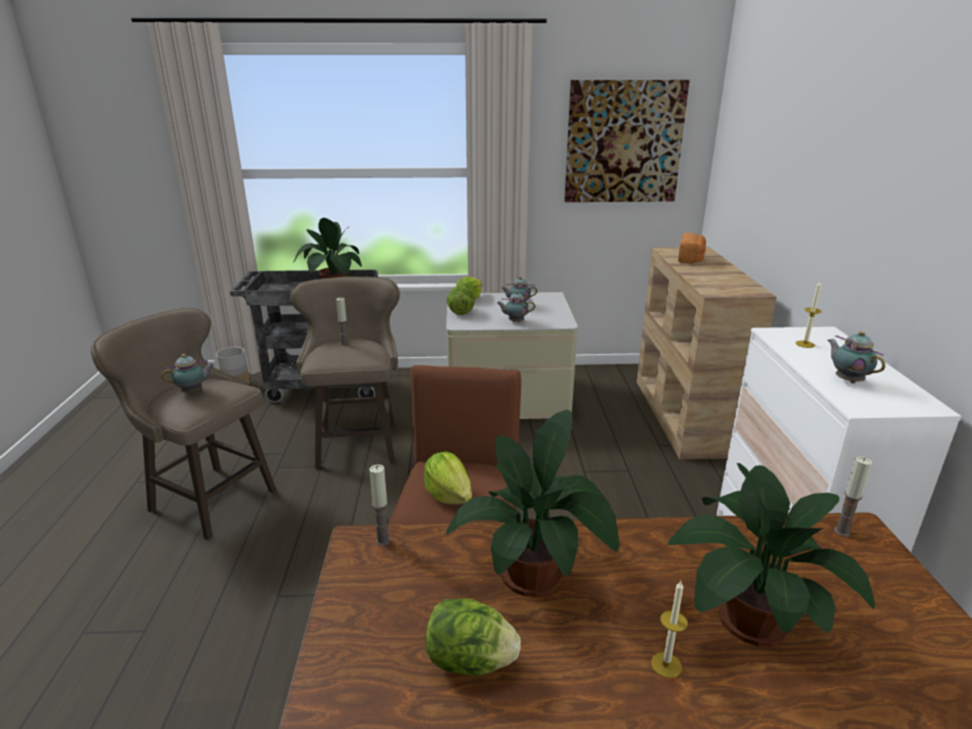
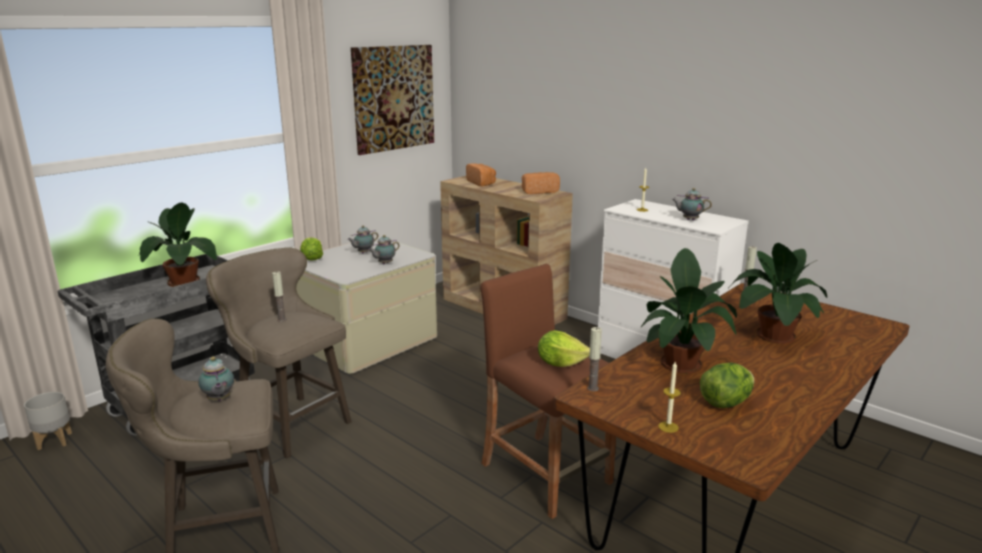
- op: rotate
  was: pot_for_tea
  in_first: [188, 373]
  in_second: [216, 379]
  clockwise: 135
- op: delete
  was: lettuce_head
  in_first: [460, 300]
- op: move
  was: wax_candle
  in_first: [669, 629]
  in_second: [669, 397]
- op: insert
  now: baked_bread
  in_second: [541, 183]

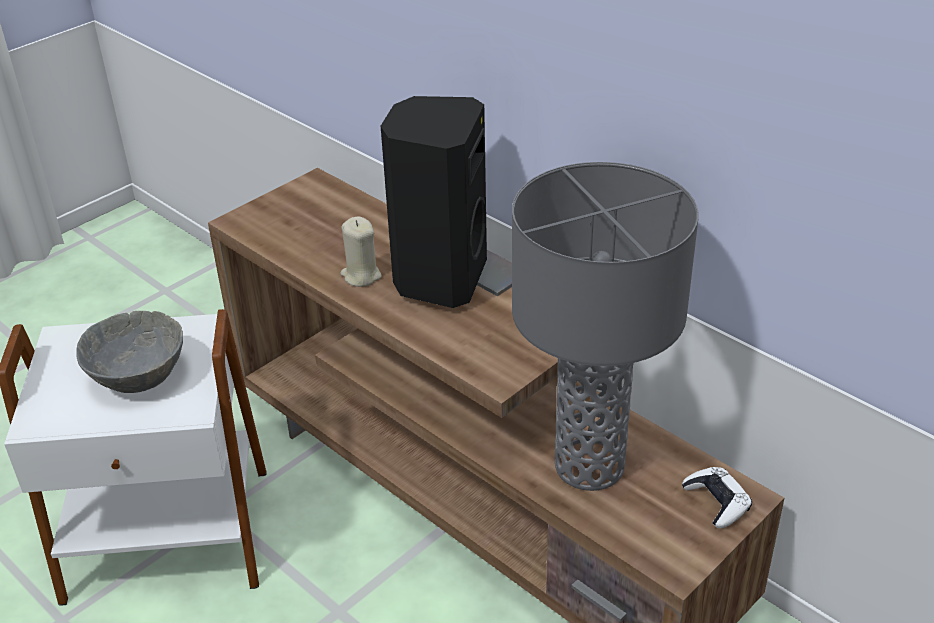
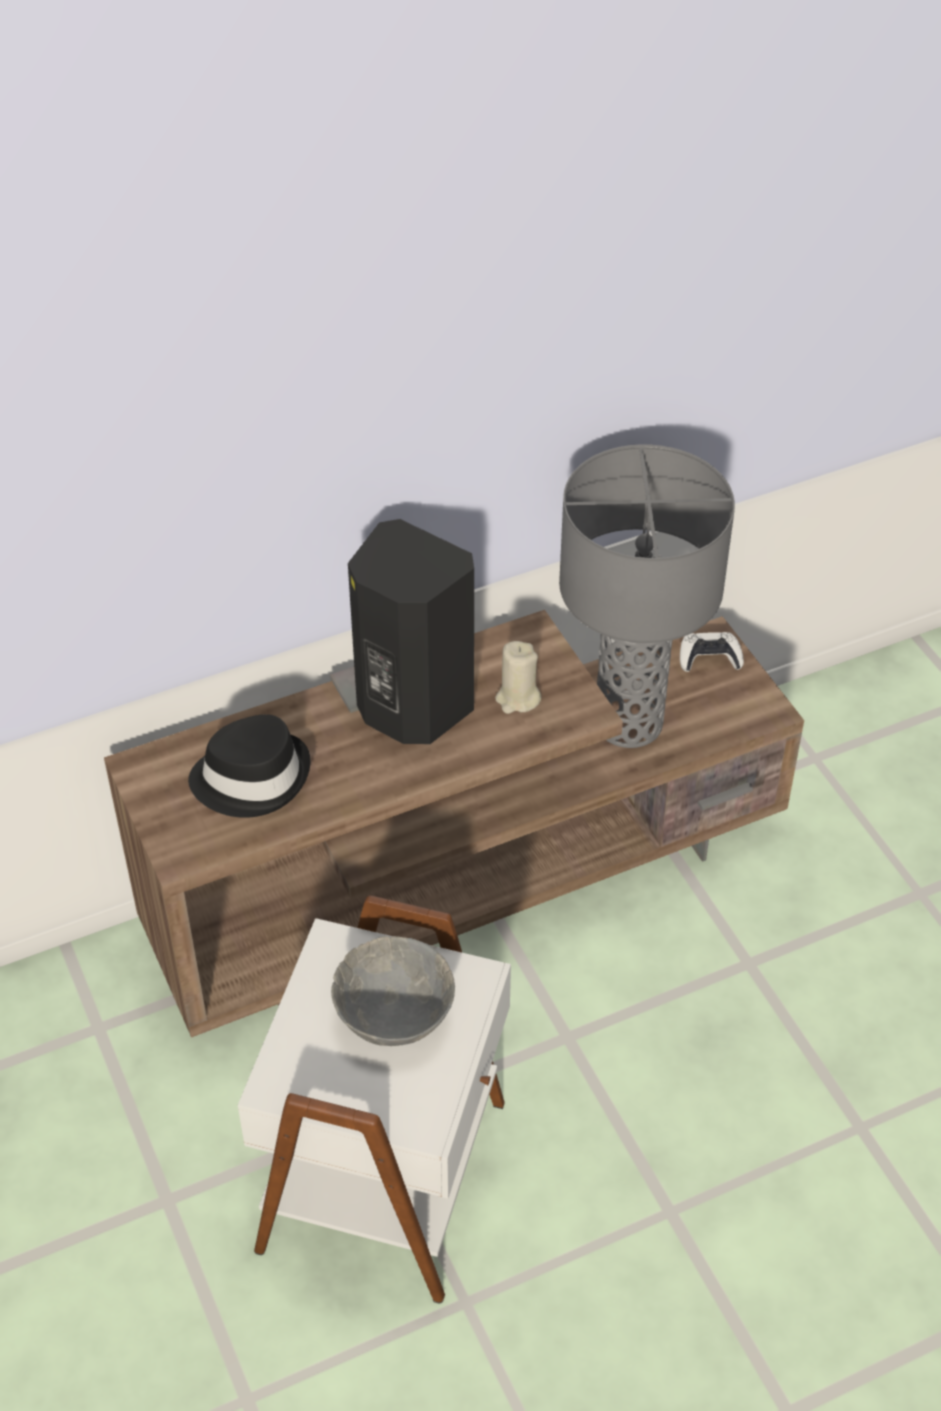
- op: move
  was: beige-coloured_wax_candle
  in_first: [361, 251]
  in_second: [518, 677]
- op: insert
  now: blackish_wearable_hat
  in_second: [249, 766]

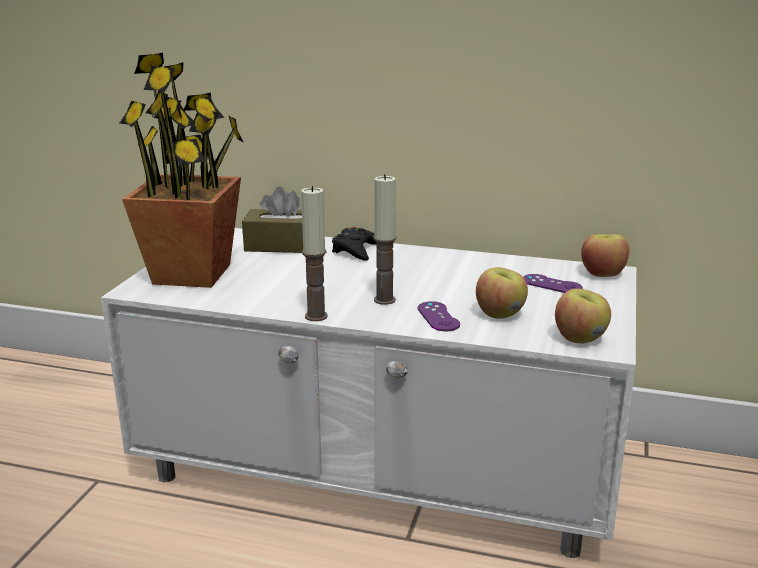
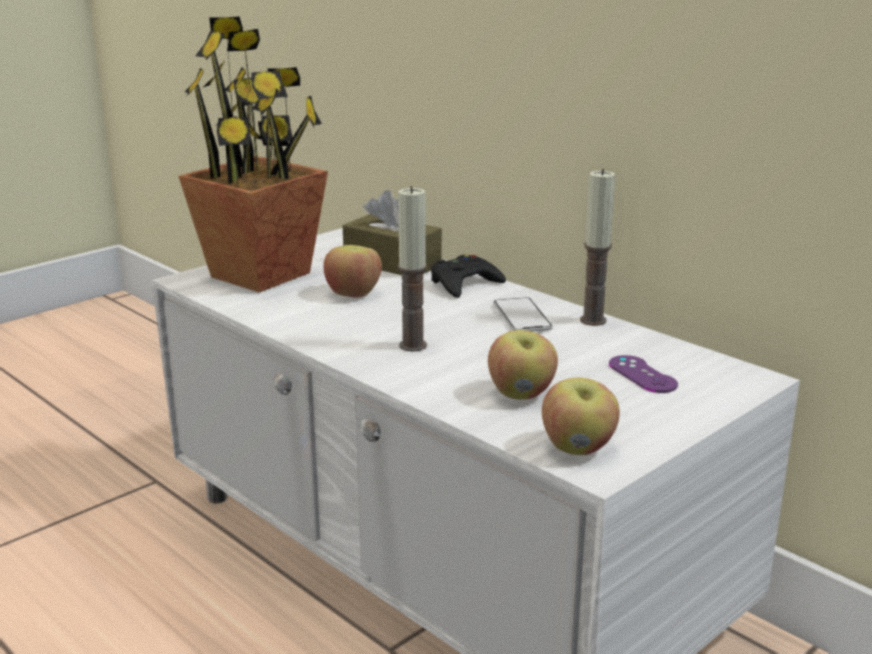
- op: move
  was: wax_candle
  in_first: [314, 253]
  in_second: [597, 247]
- op: delete
  was: purplish_joypad
  in_first: [439, 316]
- op: move
  was: apple
  in_first: [605, 255]
  in_second: [353, 271]
- op: insert
  now: telephone
  in_second: [523, 314]

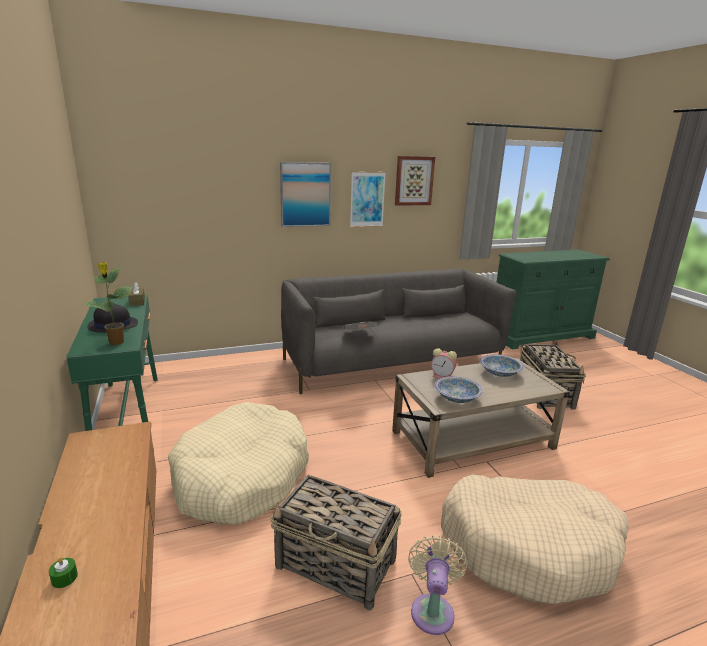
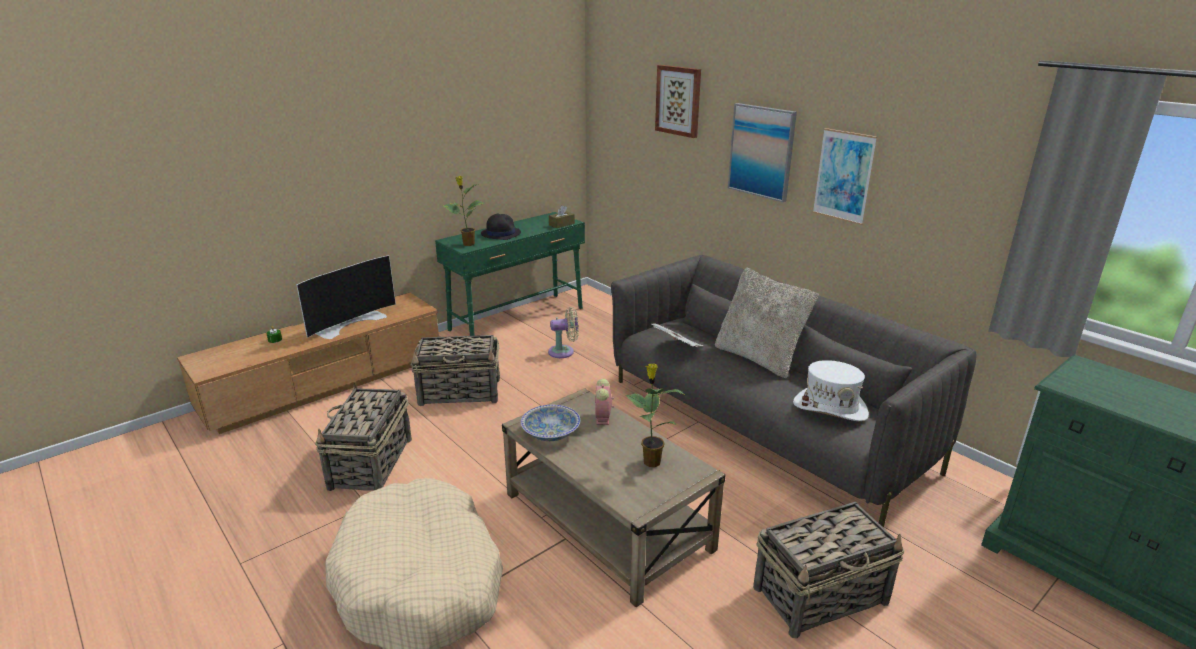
- op: replace
  was: beige-coloured_dog_bed
  now: household_basket
  in_first: [238, 463]
  in_second: [455, 370]
- op: move
  was: wall_art
  in_first: [415, 181]
  in_second: [678, 101]
- op: move
  was: beige-coloured_cooling_fan
  in_first: [438, 585]
  in_second: [563, 332]
- op: replace
  was: serving_bowl
  now: plant_in_a_pot
  in_first: [502, 365]
  in_second: [655, 415]
- op: insert
  now: TV
  in_second: [346, 297]
- op: insert
  now: beige-coloured_throw_pillow
  in_second: [766, 323]
- op: insert
  now: whitish_wearable_hat
  in_second: [831, 390]

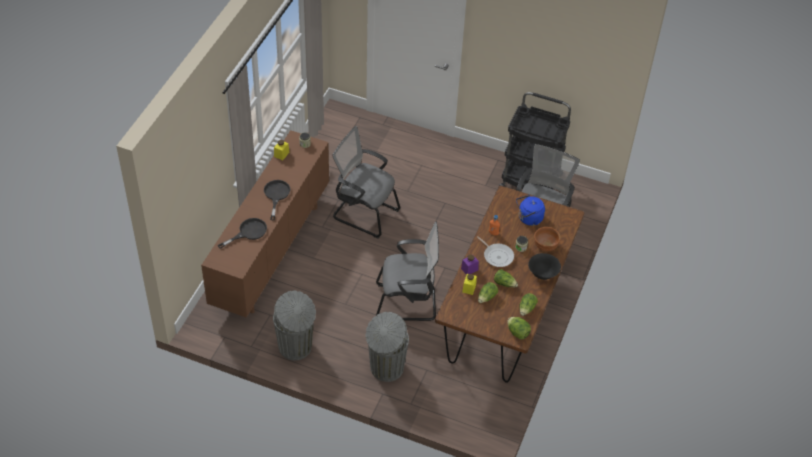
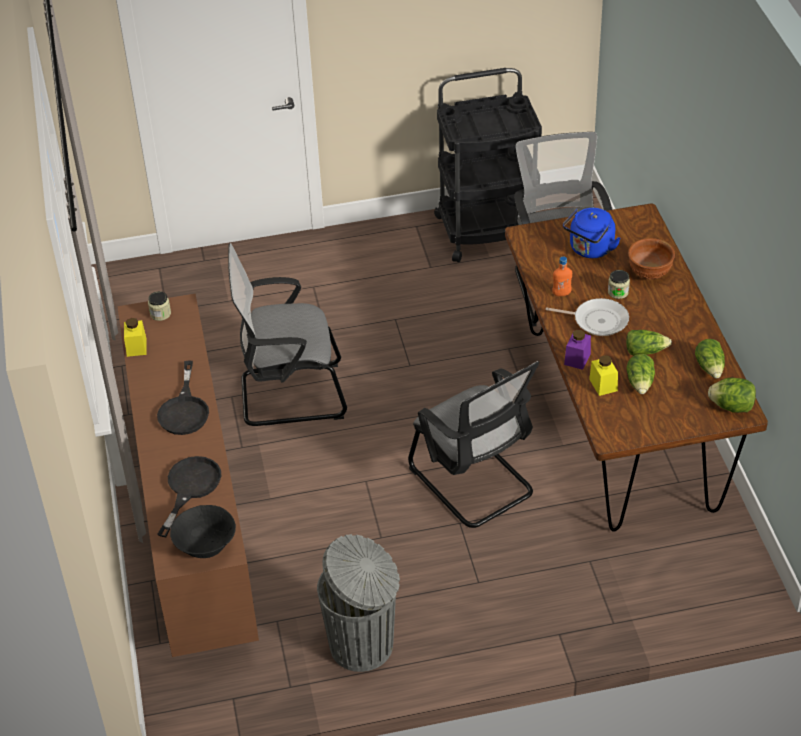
- op: rotate
  was: blackish_skillet
  in_first: [277, 200]
  in_second: [183, 398]
  clockwise: -150
- op: delete
  was: grey_waste_bin
  in_first: [387, 347]
- op: rotate
  was: chair
  in_first: [407, 271]
  in_second: [473, 444]
  clockwise: 90
- op: move
  was: blackish_serving_bowl
  in_first: [544, 266]
  in_second: [203, 531]

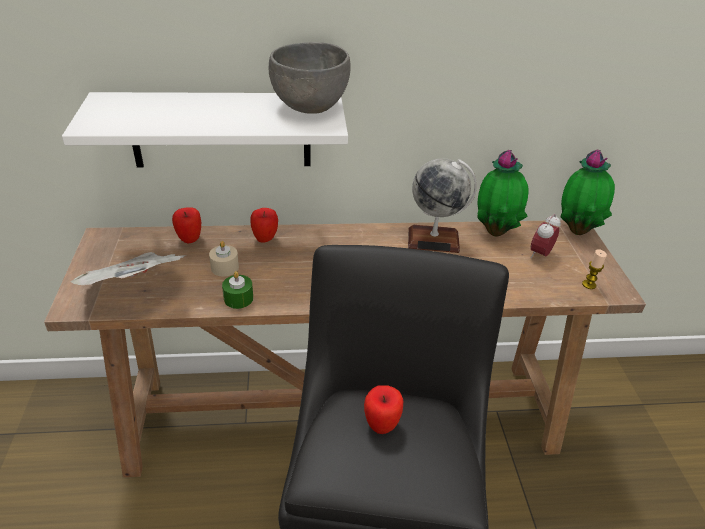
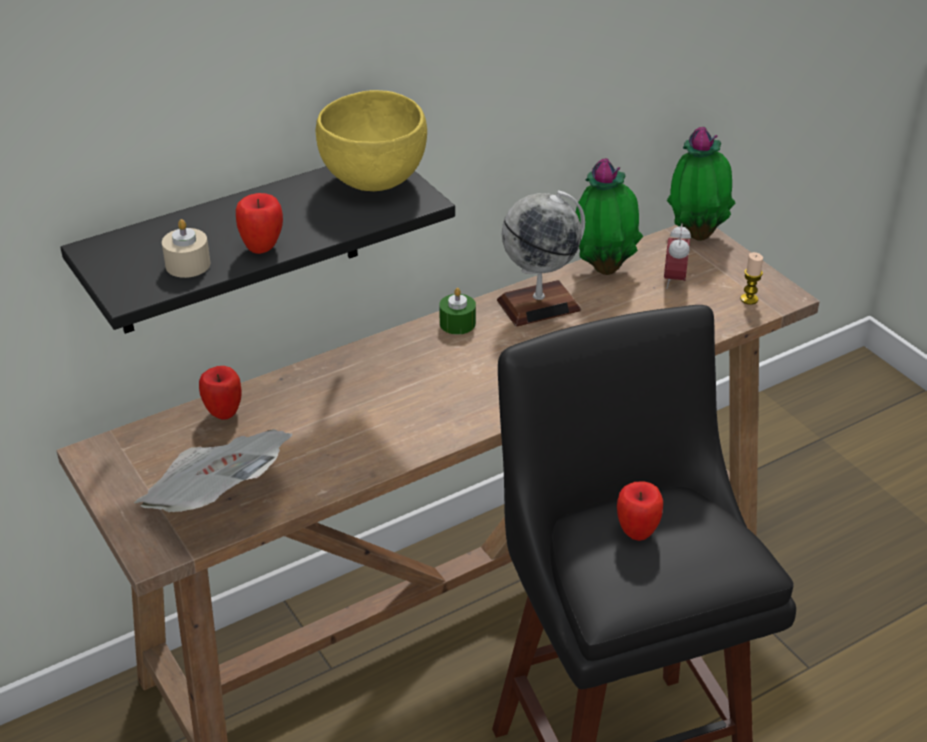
- op: recolor
  was: whitish_wall_shelf
  now: blackish_wall_shelf
  in_first: [205, 130]
  in_second: [257, 250]
- op: move
  was: beige-coloured_wax_candle
  in_first: [224, 259]
  in_second: [186, 248]
- op: move
  was: green_wax_candle
  in_first: [237, 290]
  in_second: [457, 311]
- op: move
  was: apple
  in_first: [264, 225]
  in_second: [259, 223]
- op: recolor
  was: grey_serving_bowl
  now: yellowish_serving_bowl
  in_first: [309, 78]
  in_second: [371, 140]

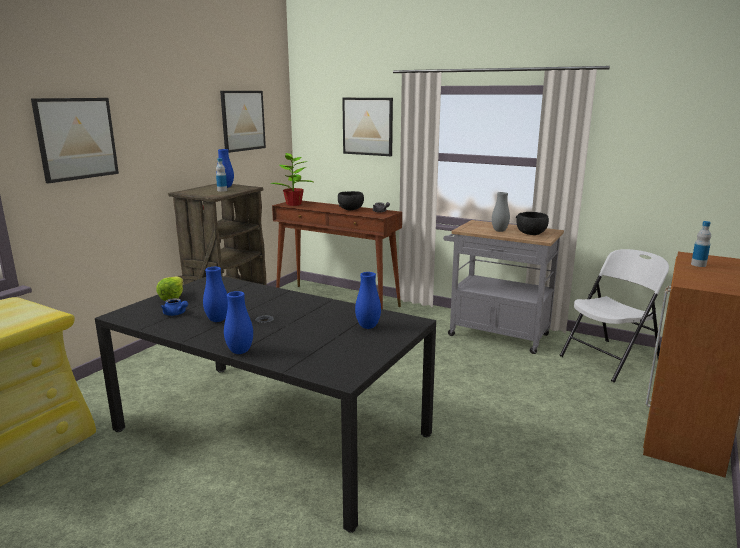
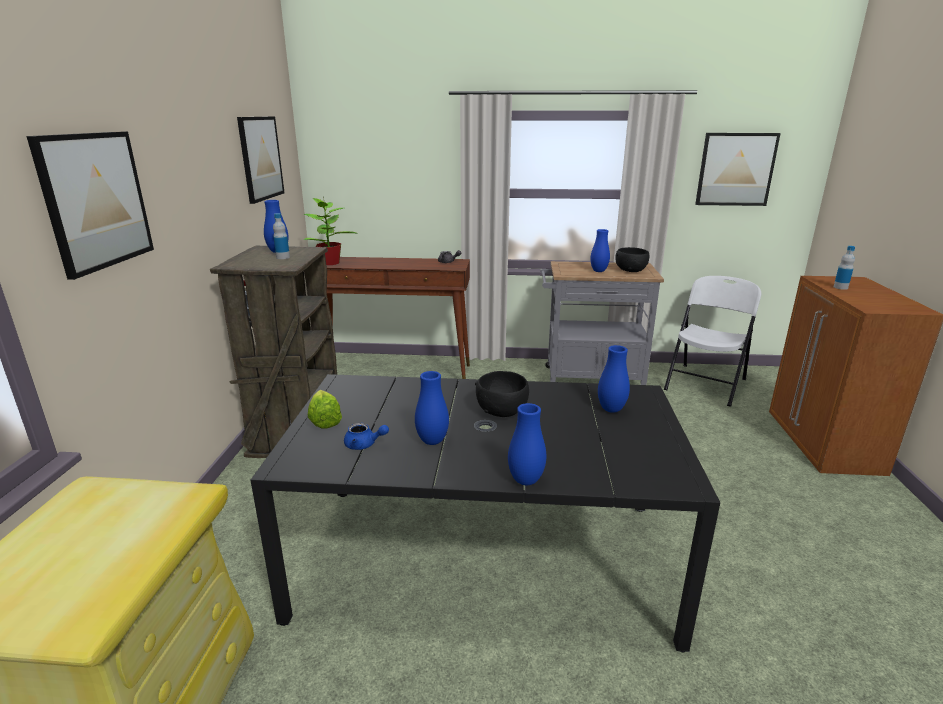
- op: move
  was: blackish_serving_bowl
  in_first: [351, 200]
  in_second: [502, 394]
- op: move
  was: wall_art
  in_first: [367, 127]
  in_second: [738, 169]
- op: recolor
  was: grey_decorative_vase
  now: blue_decorative_vase
  in_first: [501, 212]
  in_second: [600, 250]

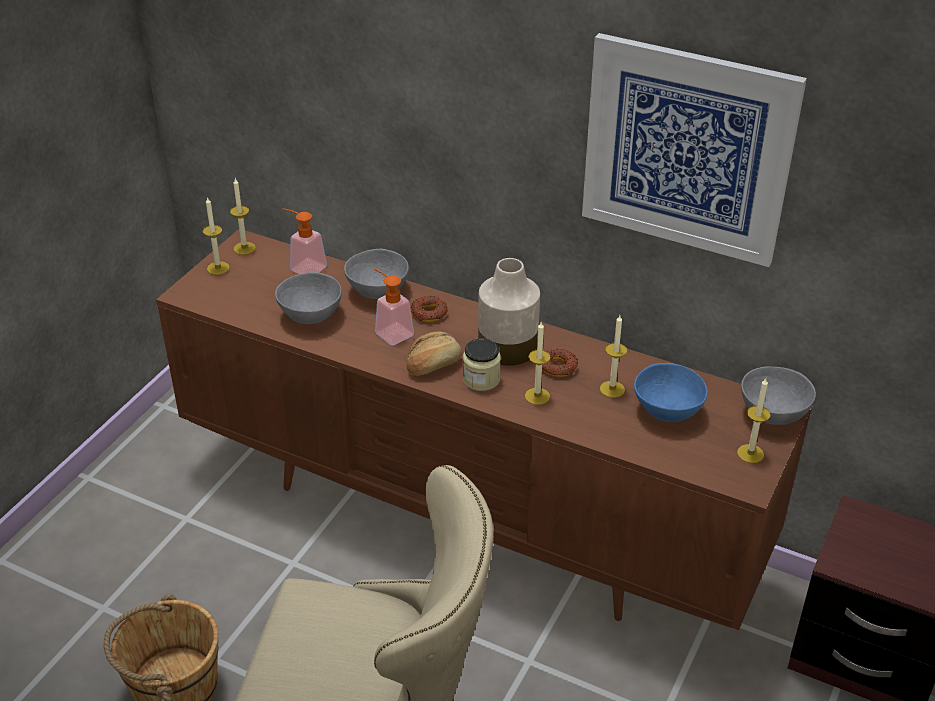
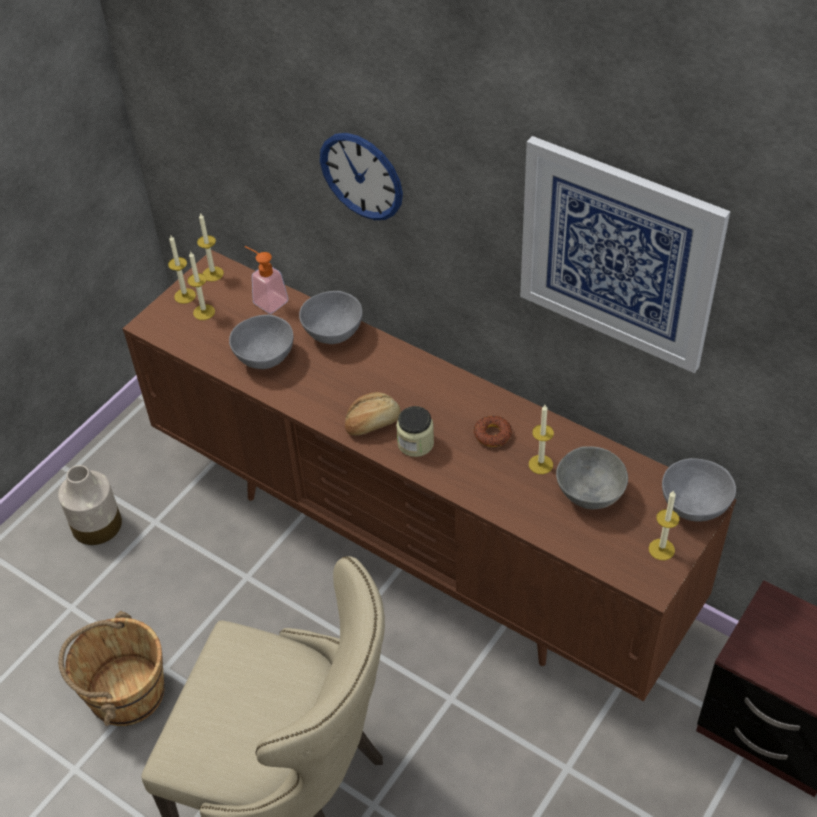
- op: delete
  was: soap_dispenser
  in_first: [394, 307]
- op: delete
  was: donut
  in_first: [429, 309]
- op: move
  was: beige-coloured_decorative_vase
  in_first: [509, 311]
  in_second: [90, 505]
- op: move
  was: wax_candle
  in_first: [538, 363]
  in_second: [201, 286]
- op: recolor
  was: blue_serving_bowl
  now: grey_serving_bowl
  in_first: [671, 392]
  in_second: [592, 477]
- op: insert
  now: wall_clock
  in_second: [361, 176]

